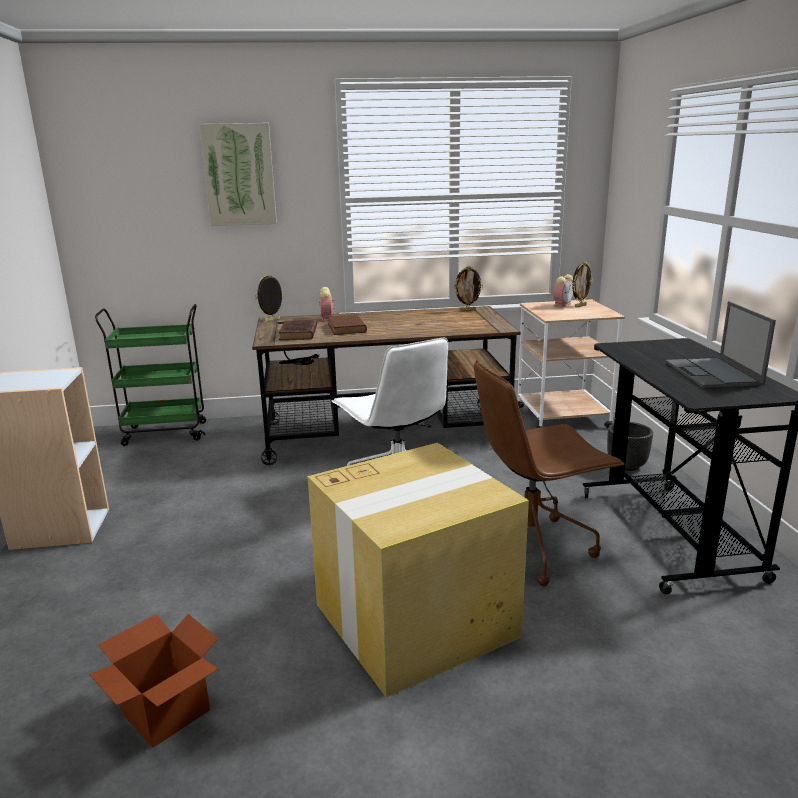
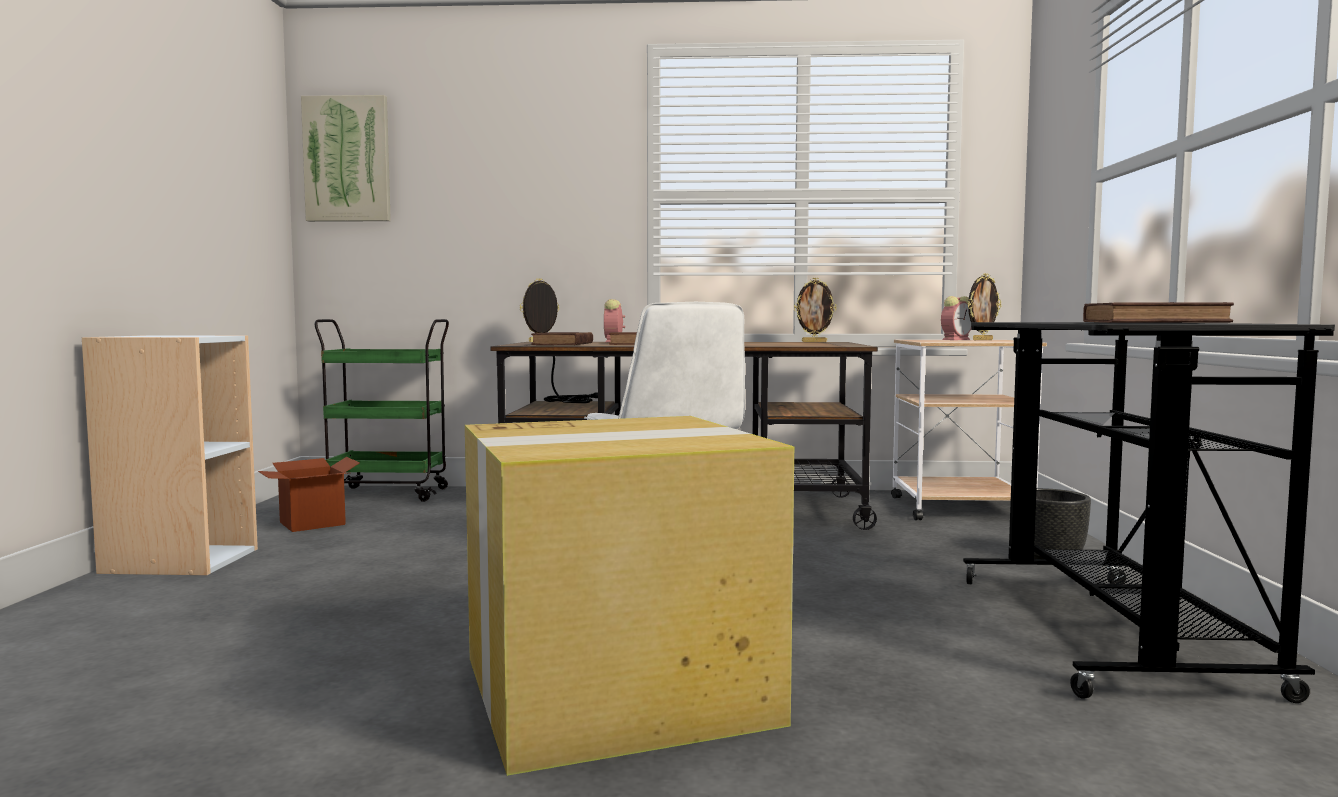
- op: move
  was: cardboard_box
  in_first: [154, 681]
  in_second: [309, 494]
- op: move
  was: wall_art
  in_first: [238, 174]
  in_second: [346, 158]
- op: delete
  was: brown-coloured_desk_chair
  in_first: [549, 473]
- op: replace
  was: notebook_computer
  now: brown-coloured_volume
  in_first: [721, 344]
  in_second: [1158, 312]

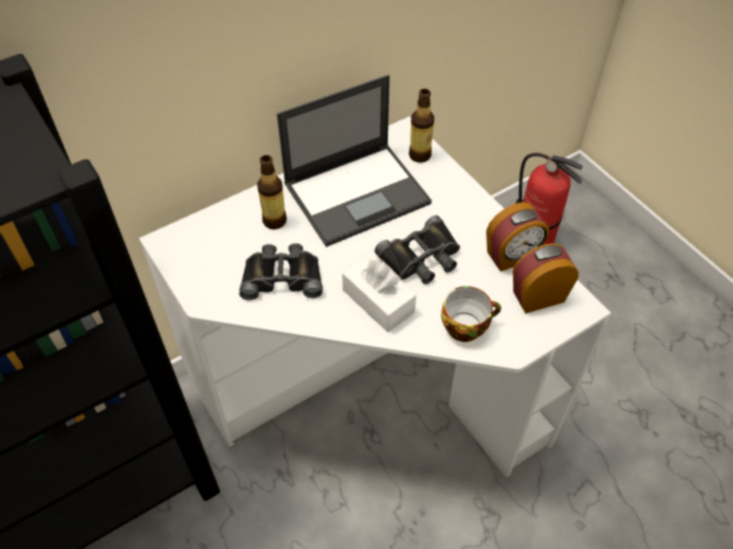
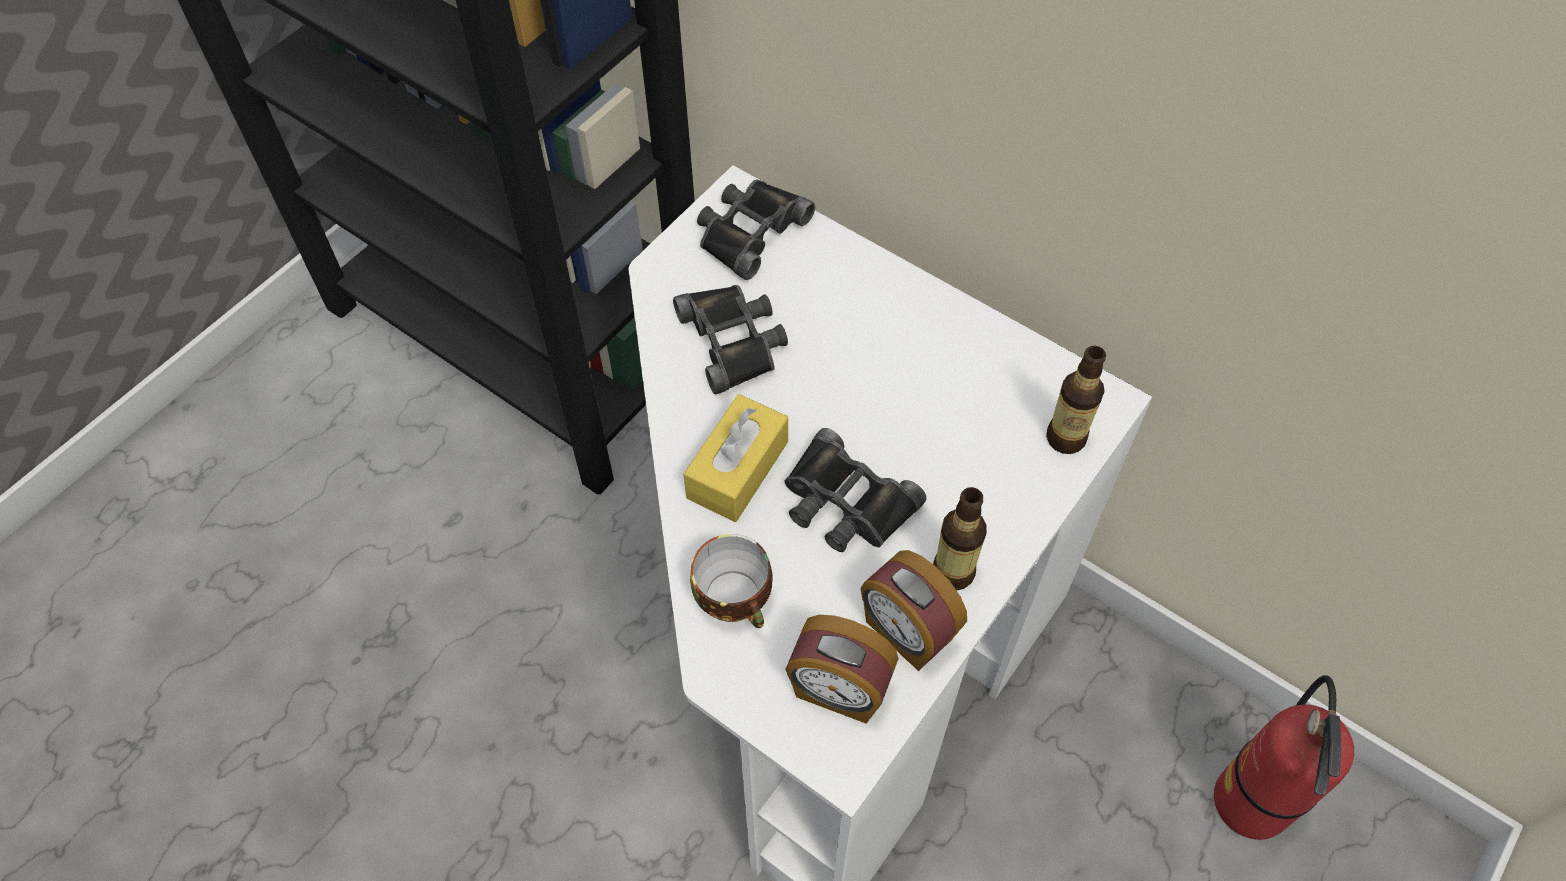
- op: move
  was: beverage_bottle
  in_first: [272, 192]
  in_second: [960, 539]
- op: delete
  was: notebook_computer
  in_first: [354, 161]
- op: recolor
  was: whitish_tissue_box
  now: yellowish_tissue_box
  in_first: [379, 293]
  in_second: [735, 458]
- op: rotate
  was: bedside_clock
  in_first: [546, 278]
  in_second: [841, 669]
  clockwise: 150
- op: insert
  now: blackish_binoculars
  in_second: [756, 229]

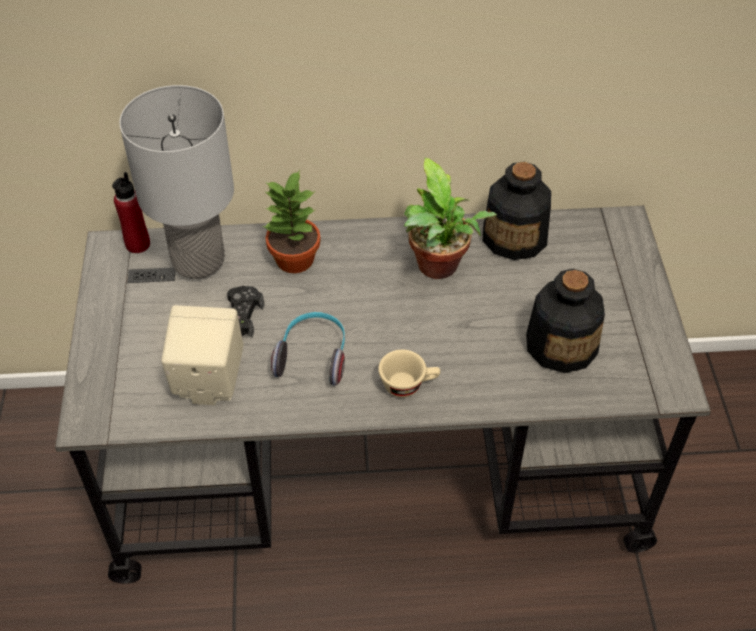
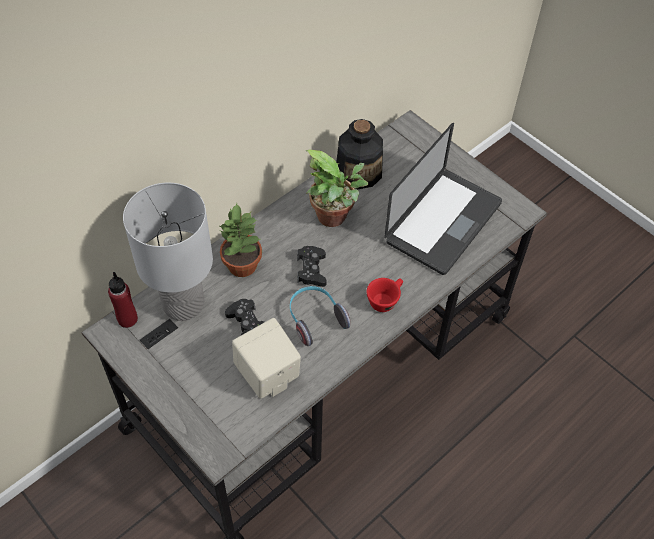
- op: recolor
  was: beige-coloured_small_cup
  now: red-coloured_small_cup
  in_first: [409, 373]
  in_second: [385, 295]
- op: replace
  was: beverage_bottle
  now: notebook_computer
  in_first: [565, 321]
  in_second: [443, 199]
- op: insert
  now: blackish_joypad
  in_second: [312, 266]

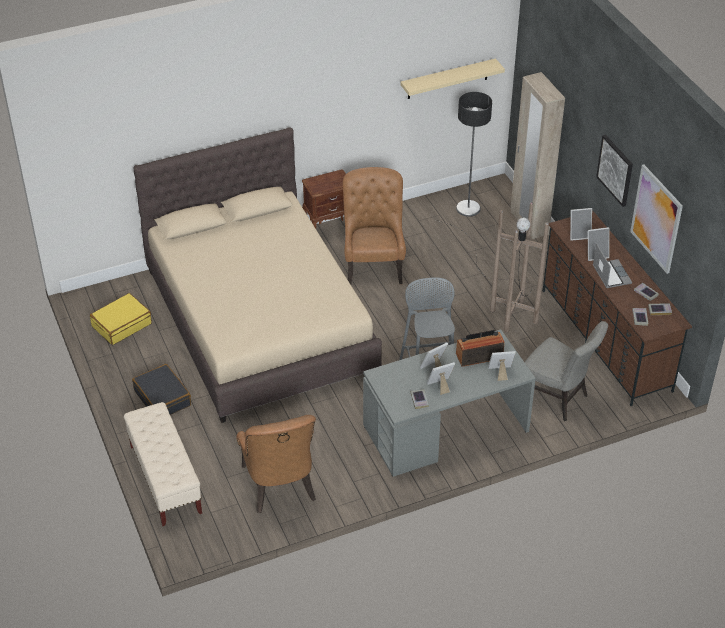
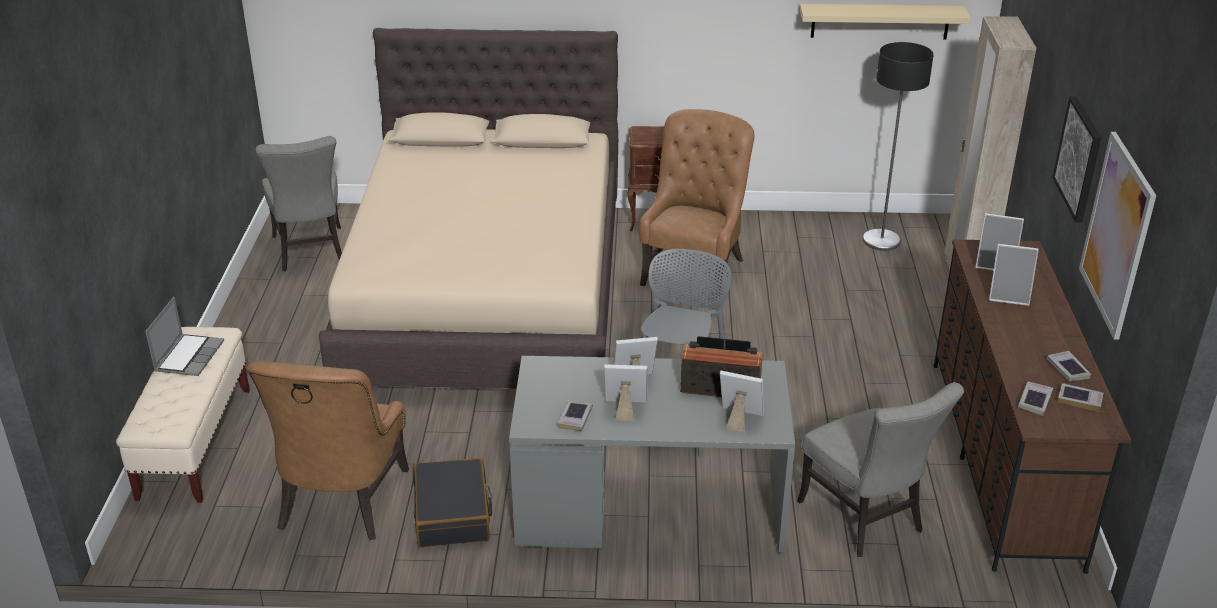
- op: replace
  was: yellowish_suitcase
  now: grey_chair
  in_first: [121, 319]
  in_second: [299, 204]
- op: move
  was: blackish_suitcase
  in_first: [161, 389]
  in_second: [452, 502]
- op: delete
  was: brown-coloured_standard_lamp
  in_first: [492, 267]
- op: move
  was: notebook_computer
  in_first: [612, 265]
  in_second: [184, 336]

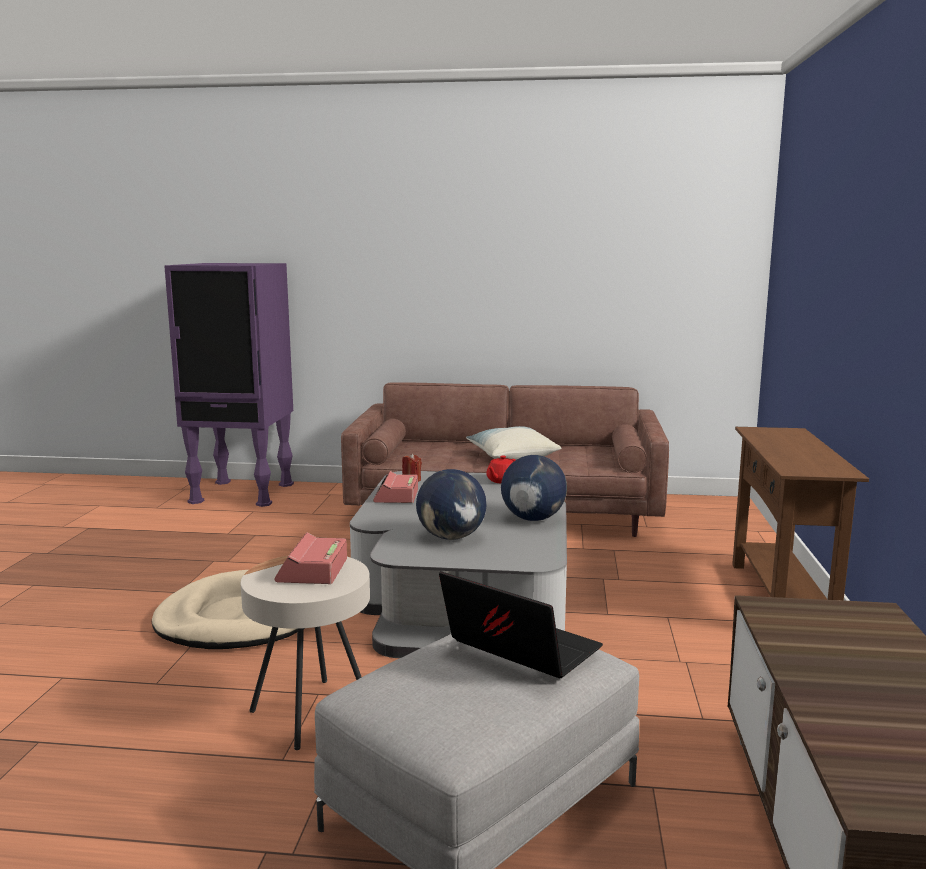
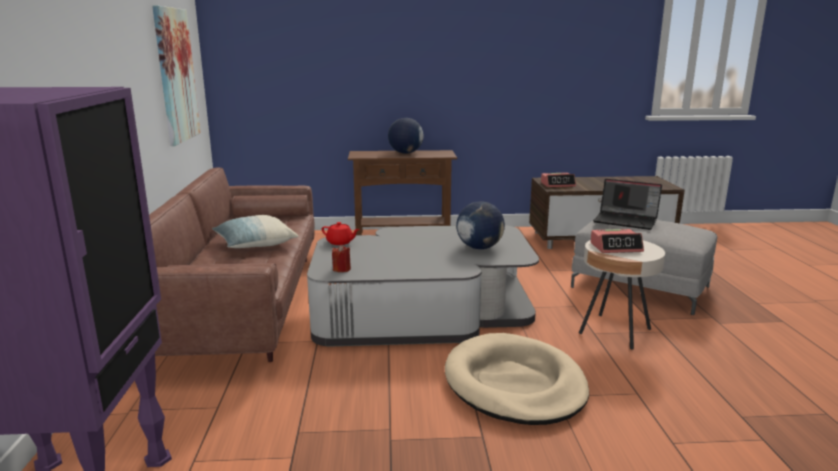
- op: move
  was: bedside_clock
  in_first: [395, 487]
  in_second: [558, 180]
- op: rotate
  was: notebook_computer
  in_first: [521, 624]
  in_second: [627, 204]
  clockwise: -90
- op: move
  was: desk_globe
  in_first: [534, 488]
  in_second: [406, 136]
- op: insert
  now: wall_art
  in_second: [176, 75]

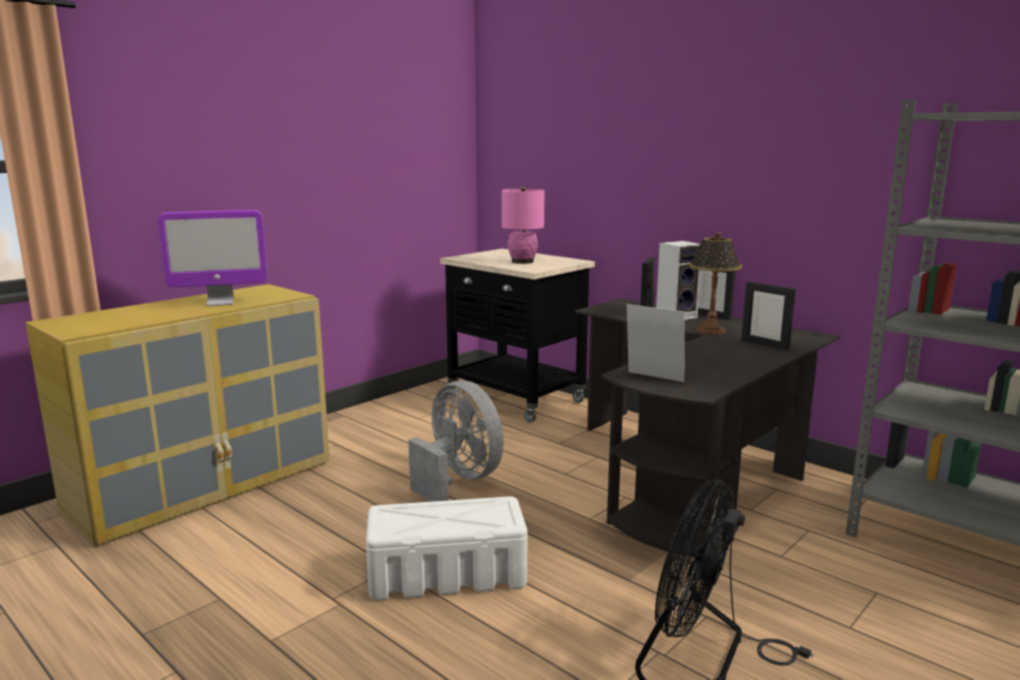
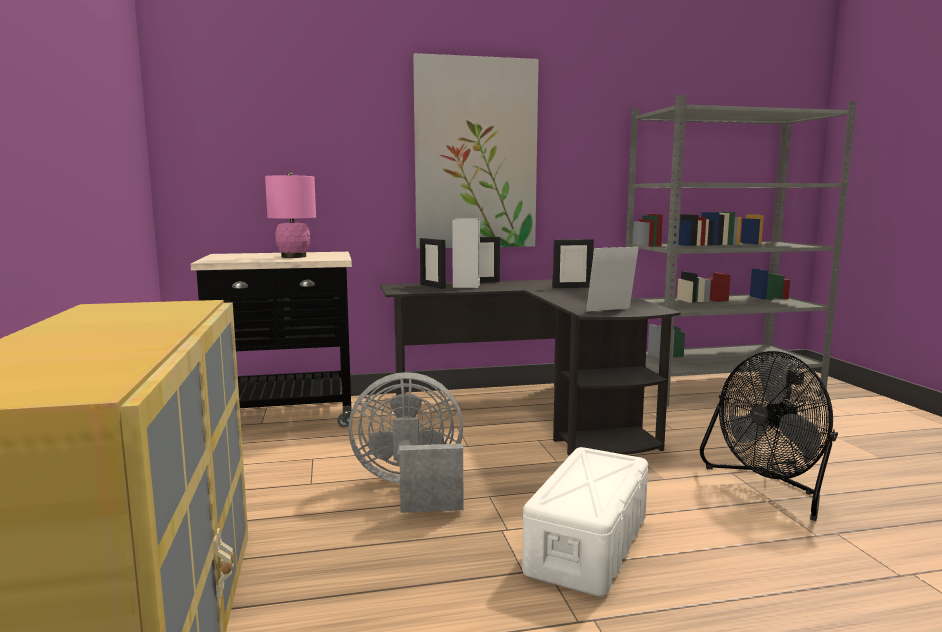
- op: delete
  was: computer_display
  in_first: [212, 258]
- op: delete
  was: lamp_for_a_table
  in_first: [715, 283]
- op: insert
  now: wall_art
  in_second: [476, 151]

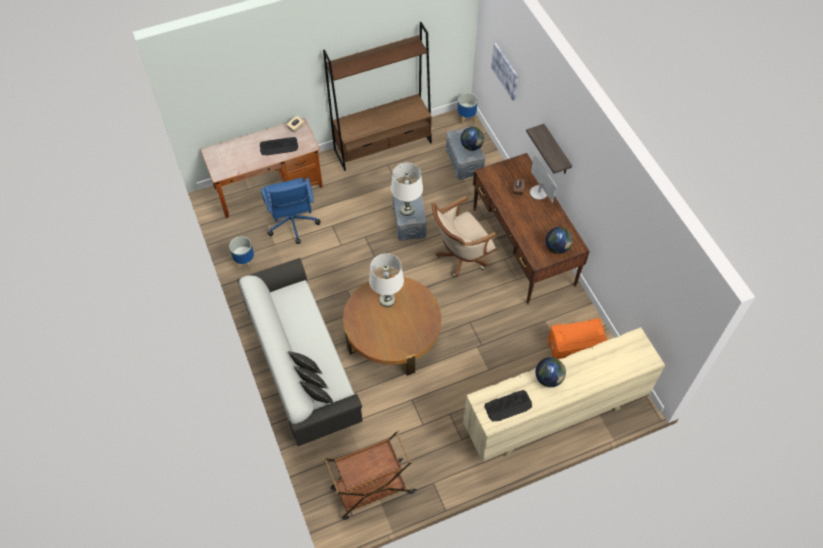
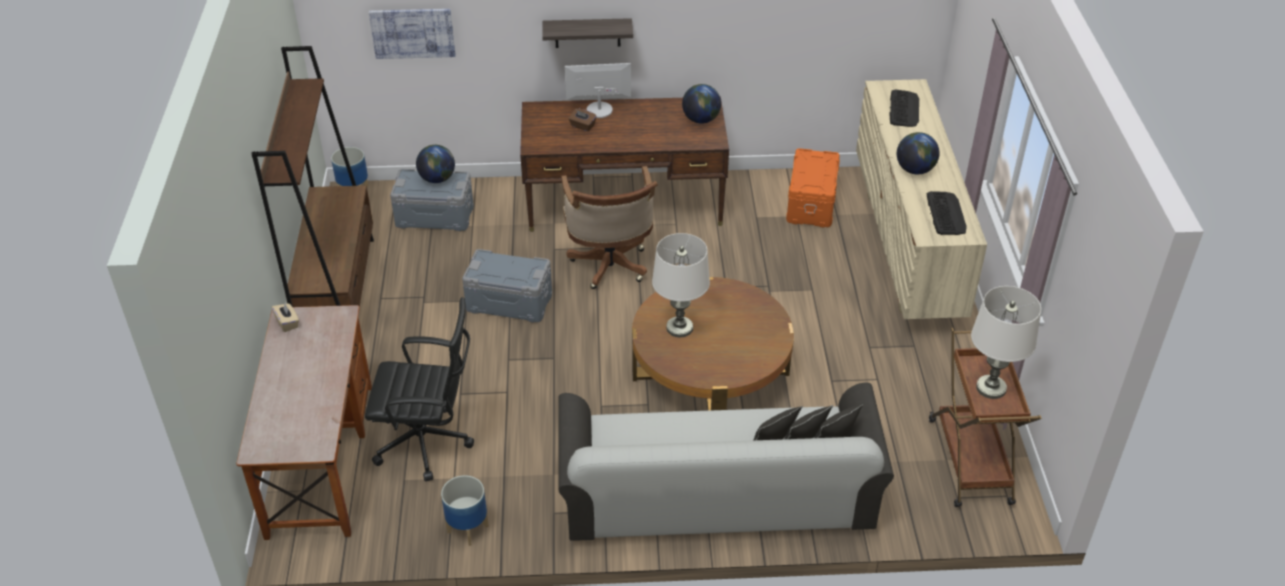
- op: move
  was: PC_keyboard
  in_first: [279, 146]
  in_second: [904, 108]
- op: recolor
  was: blue_desk_chair
  now: blackish_desk_chair
  in_first: [290, 211]
  in_second: [419, 389]
- op: move
  was: whitish_lamp_for_a_table
  in_first: [407, 189]
  in_second: [1006, 342]

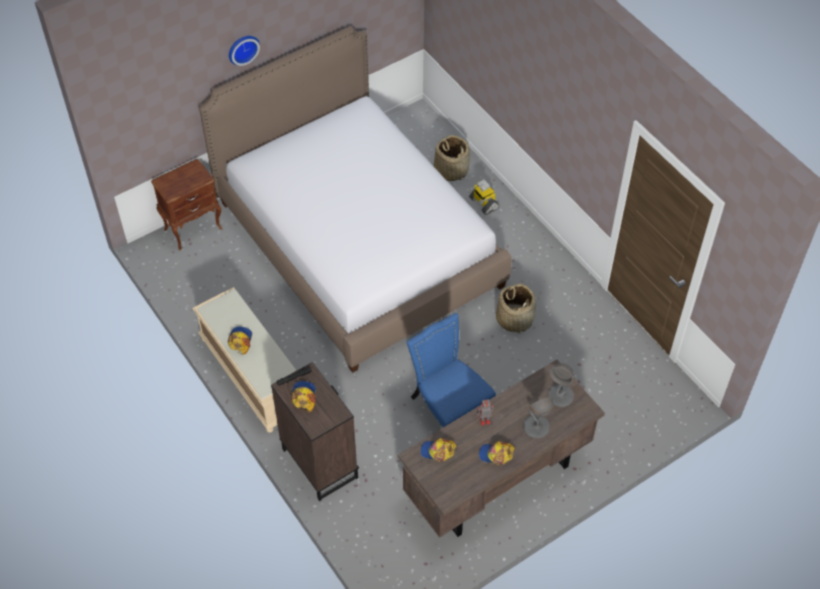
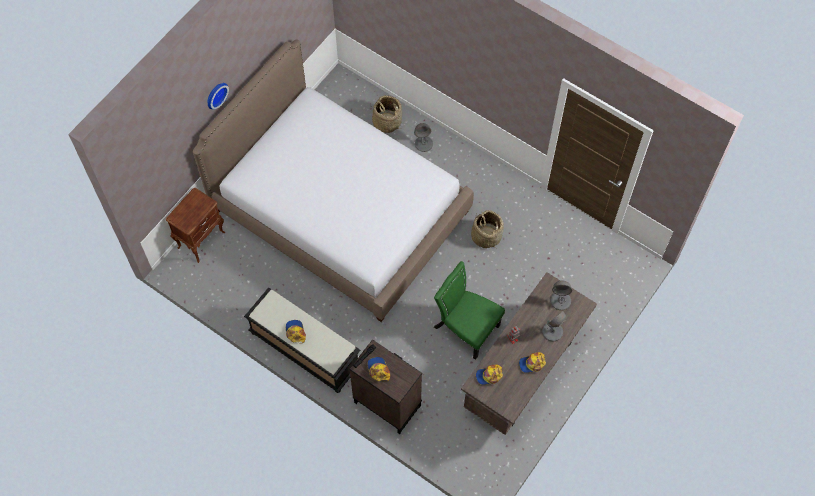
- op: recolor
  was: beige-coloured_long_seat
  now: blackish_long_seat
  in_first: [244, 360]
  in_second: [302, 340]
- op: recolor
  was: blue_chair
  now: green_chair
  in_first: [451, 370]
  in_second: [469, 310]
- op: replace
  was: robot_figure
  now: grey_lamp_for_a_table
  in_first: [483, 197]
  in_second: [423, 137]

